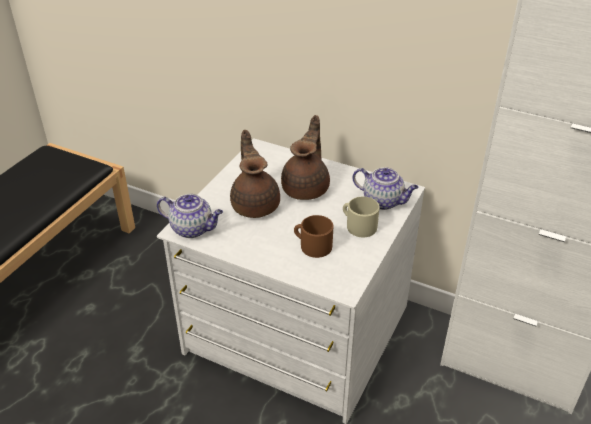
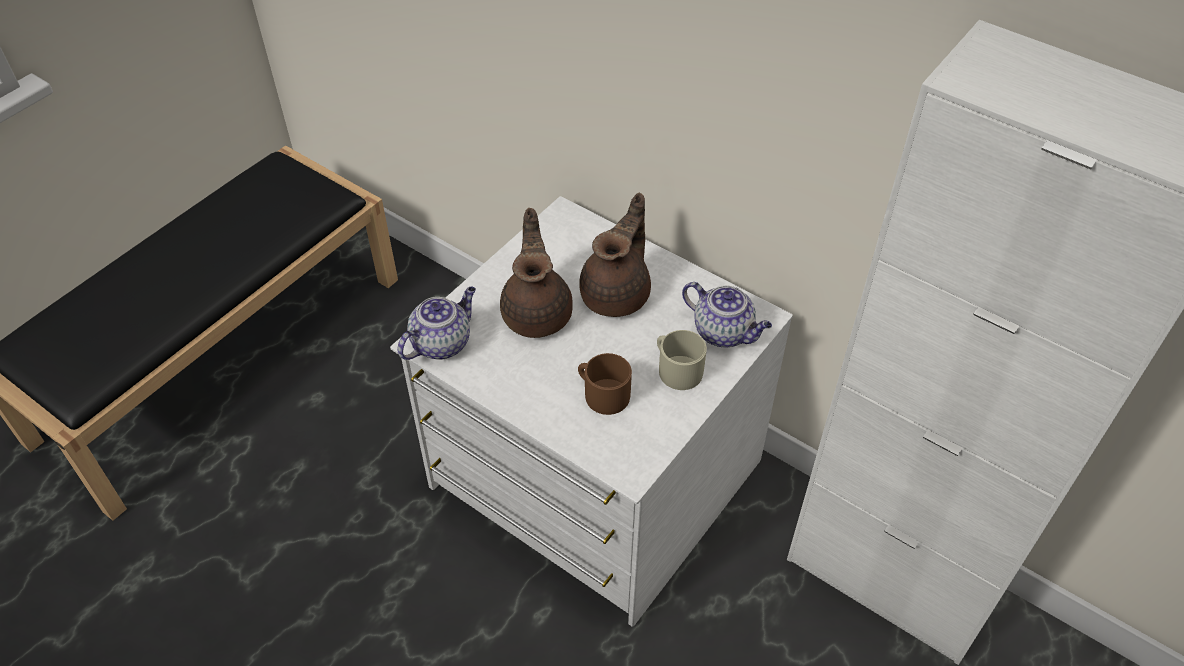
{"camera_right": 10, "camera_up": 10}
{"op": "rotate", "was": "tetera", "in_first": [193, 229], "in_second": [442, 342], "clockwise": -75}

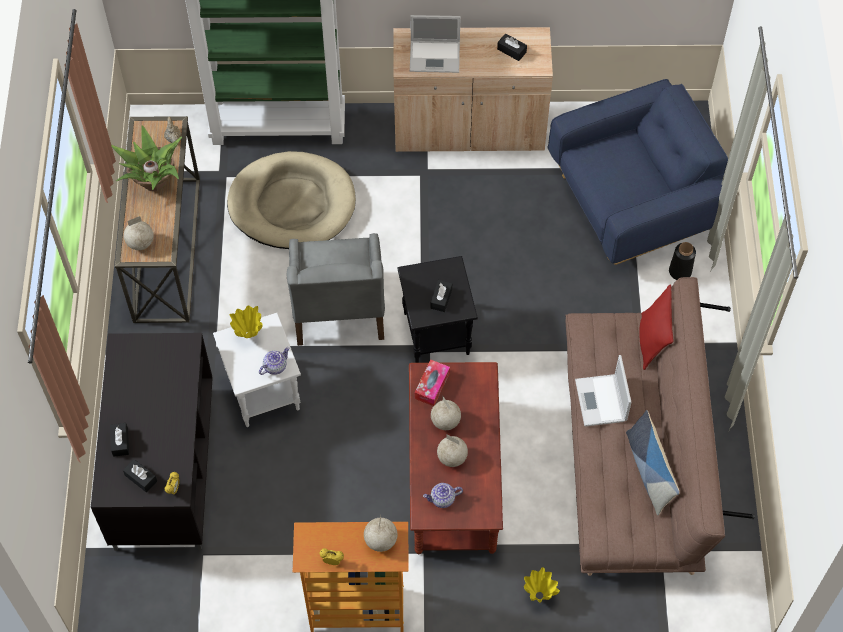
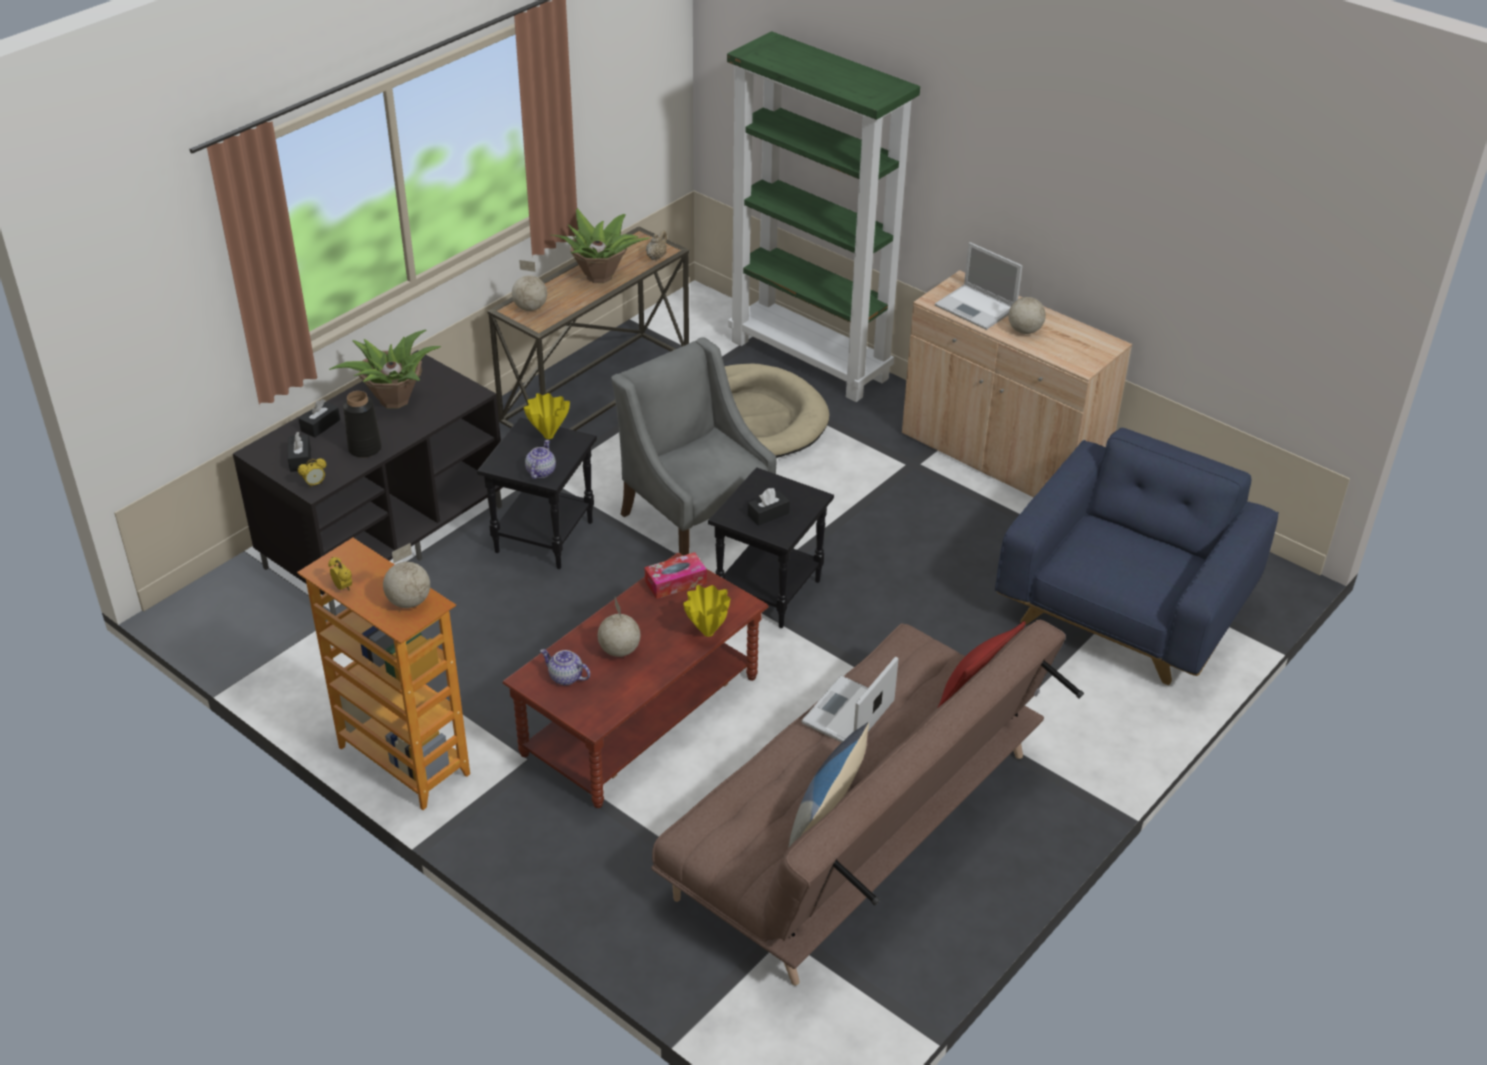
{"camera_right": 40, "camera_up": -20}
{"op": "insert", "now": "planta en maceta", "in_second": [393, 400]}
{"op": "move", "was": "florero [negro]", "in_first": [680, 271], "in_second": [365, 448]}
{"op": "recolor", "was": "mesa auxiliar [blanco]", "now": "mesa auxiliar [negro]", "in_first": [262, 392], "in_second": [543, 536]}
{"op": "rotate", "was": "tetera", "in_first": [275, 366], "in_second": [540, 471], "clockwise": -75}
{"op": "rotate", "was": "sillón [gris]", "in_first": [338, 309], "in_second": [695, 517], "clockwise": 105}
{"op": "move", "was": "florero [amarillo]", "in_first": [538, 595], "in_second": [707, 632]}
{"op": "rotate", "was": "sillón [azul]", "in_first": [634, 200], "in_second": [1125, 609], "clockwise": -75}
{"op": "move", "was": "globo terráqueo", "in_first": [445, 422], "in_second": [1024, 331]}
{"op": "delete", "was": "caja de pañuelos [negro]", "in_first": [511, 51]}

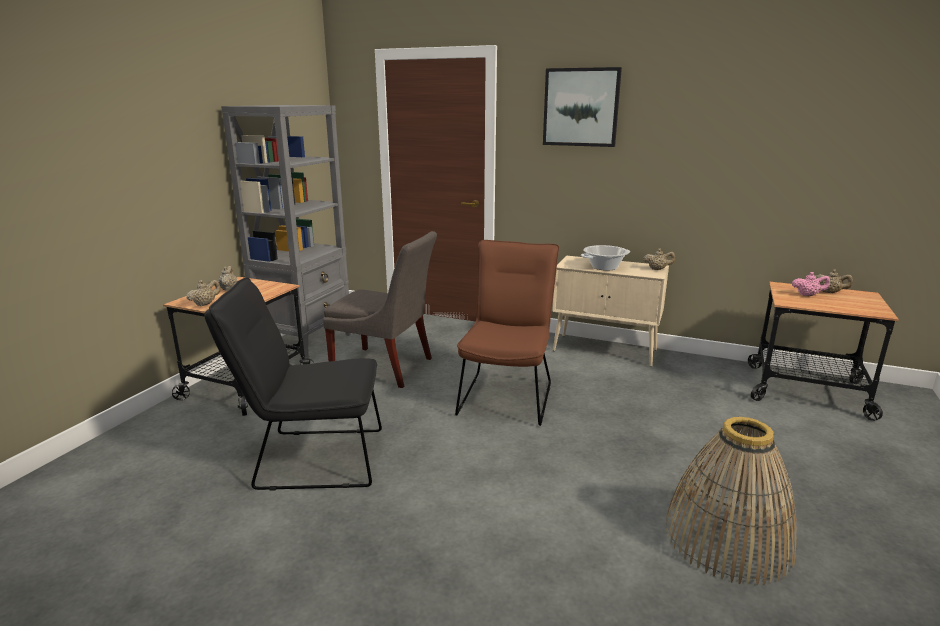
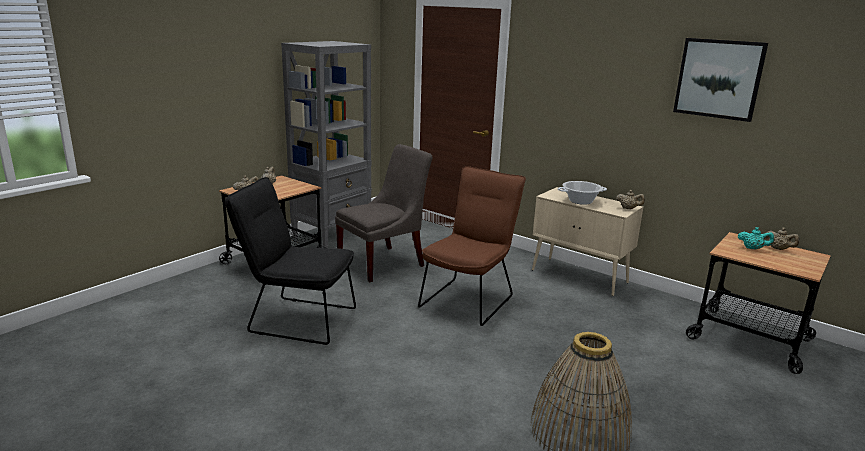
{"camera_right": 15, "camera_up": 0}
{"op": "rotate", "was": "silla [gris]", "in_first": [386, 367], "in_second": [384, 263], "clockwise": -75}
{"op": "move", "was": "cuadro", "in_first": [581, 107], "in_second": [719, 79]}
{"op": "recolor", "was": "tetera [rosa]", "now": "tetera [turquesa]", "in_first": [808, 295], "in_second": [753, 248]}

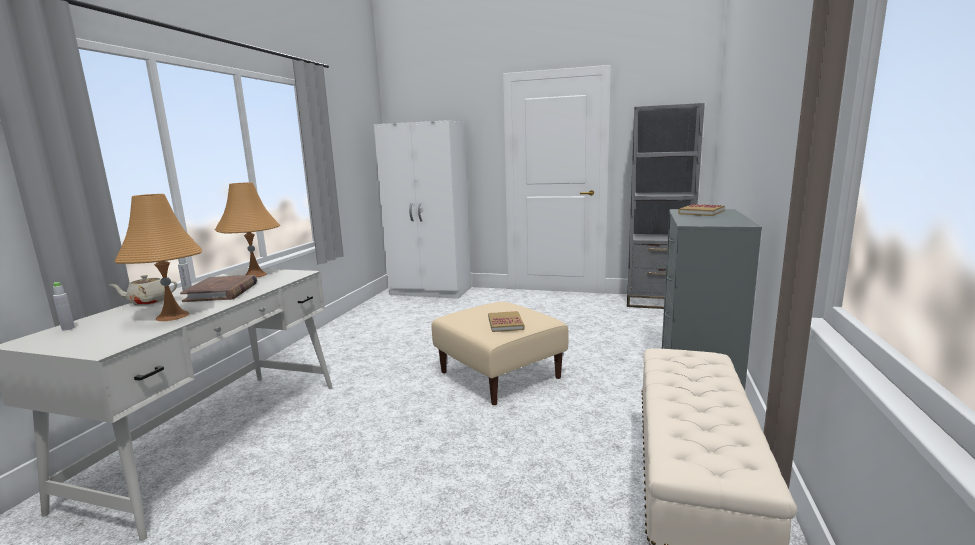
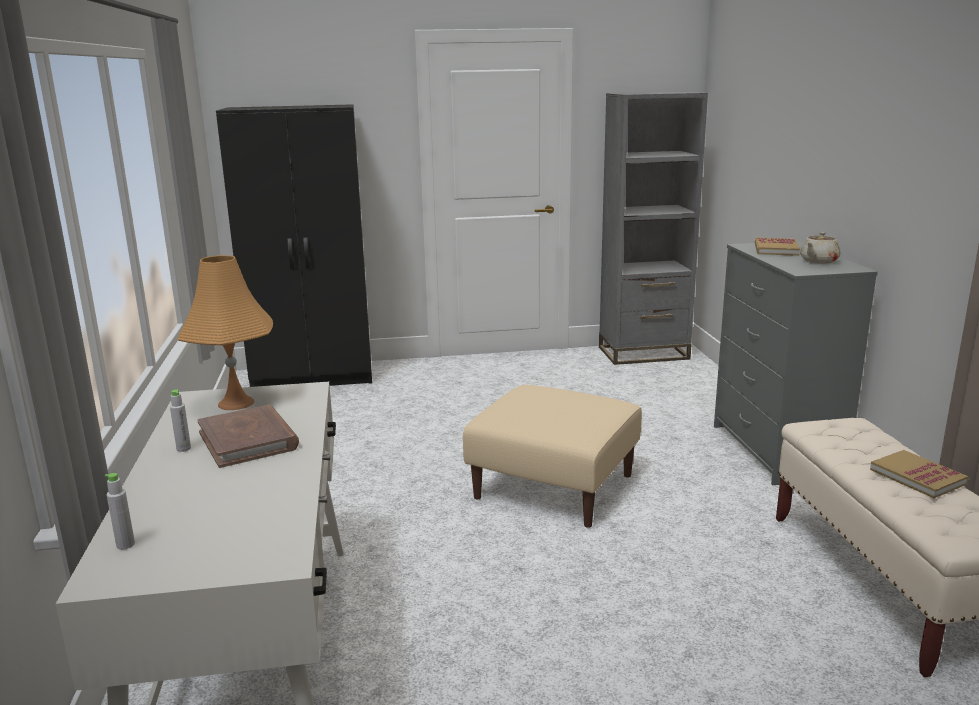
{"camera_right": -25, "camera_up": 5}
{"op": "recolor", "was": "armario ropero [blanco]", "now": "armario ropero [negro]", "in_first": [431, 291], "in_second": [314, 377]}
{"op": "move", "was": "tetera [beis]", "in_first": [148, 302], "in_second": [818, 261]}
{"op": "move", "was": "libro", "in_first": [505, 323], "in_second": [917, 476]}
{"op": "delete", "was": "lámpara de mesa [naranja]", "in_first": [173, 316]}

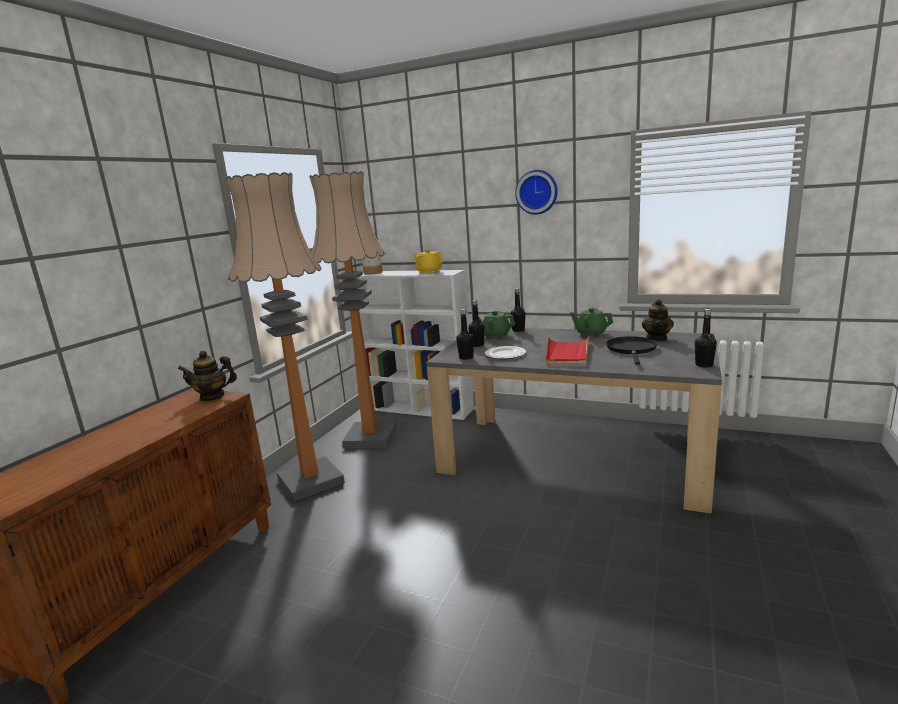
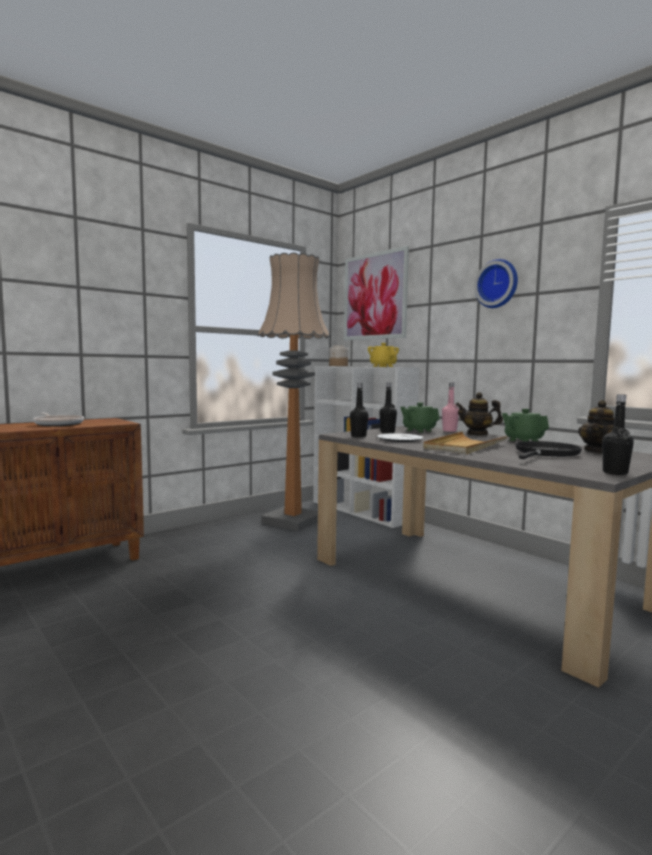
{"camera_right": 25, "camera_up": -10}
{"op": "insert", "now": "sartén", "in_second": [58, 424]}
{"op": "insert", "now": "cuadro", "in_second": [375, 296]}
{"op": "recolor", "was": "bandeja [rojo]", "now": "bandeja [beis]", "in_first": [567, 353], "in_second": [464, 446]}
{"op": "recolor", "was": "botella [negro]", "now": "botella [rosa]", "in_first": [518, 330], "in_second": [449, 431]}
{"op": "move", "was": "tetera", "in_first": [212, 396], "in_second": [477, 434]}
{"op": "delete", "was": "lámpara de pie", "in_first": [311, 481]}

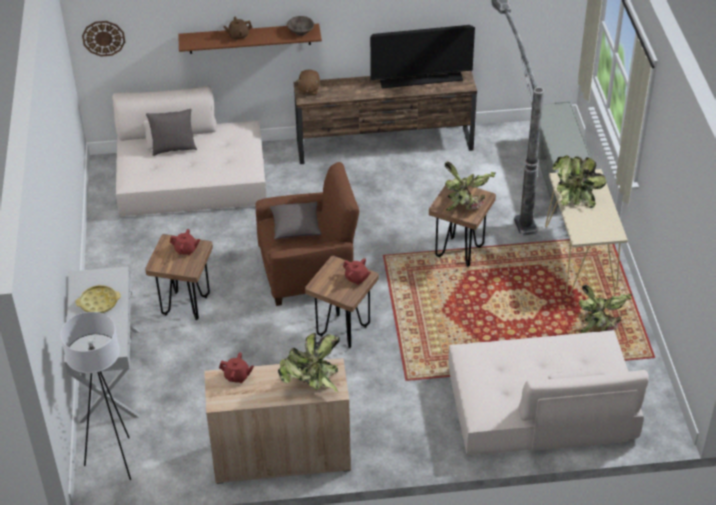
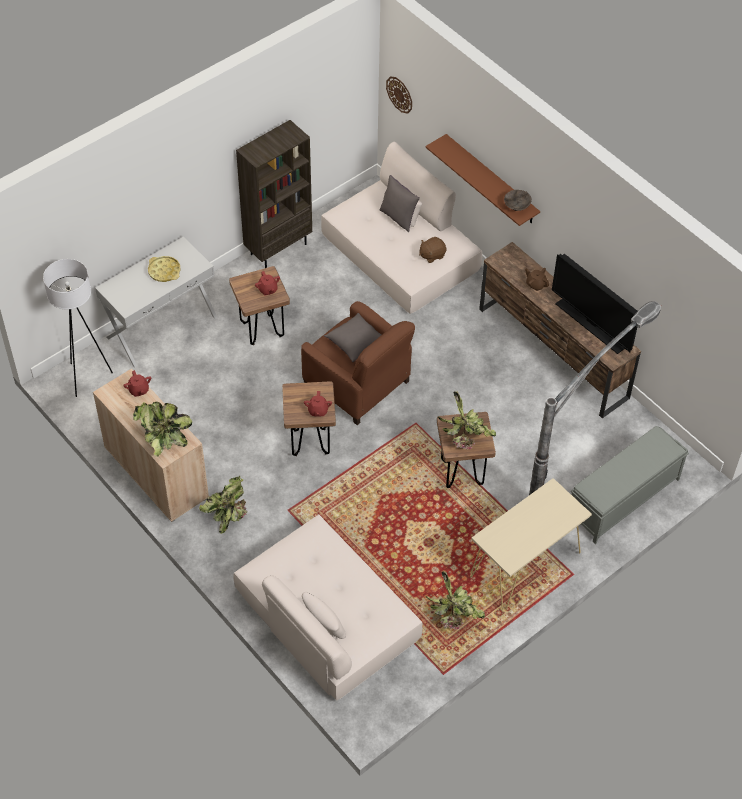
{"camera_right": 55, "camera_up": 10}
{"op": "move", "was": "planta en maceta", "in_first": [573, 196], "in_second": [227, 513]}
{"op": "insert", "now": "estantería [marrón]", "in_second": [278, 248]}
{"op": "move", "was": "peluche [marrón]", "in_first": [308, 90], "in_second": [432, 255]}
{"op": "move", "was": "tetera [marrón]", "in_first": [238, 36], "in_second": [536, 284]}

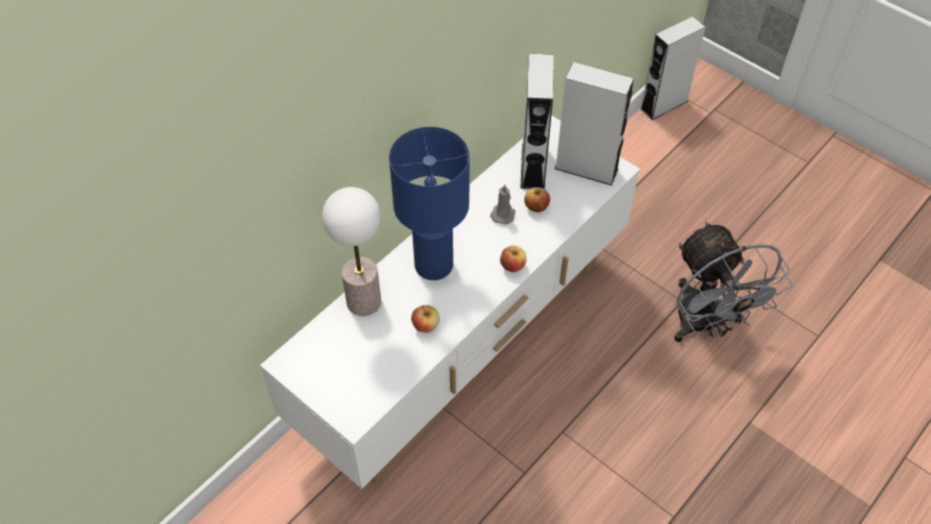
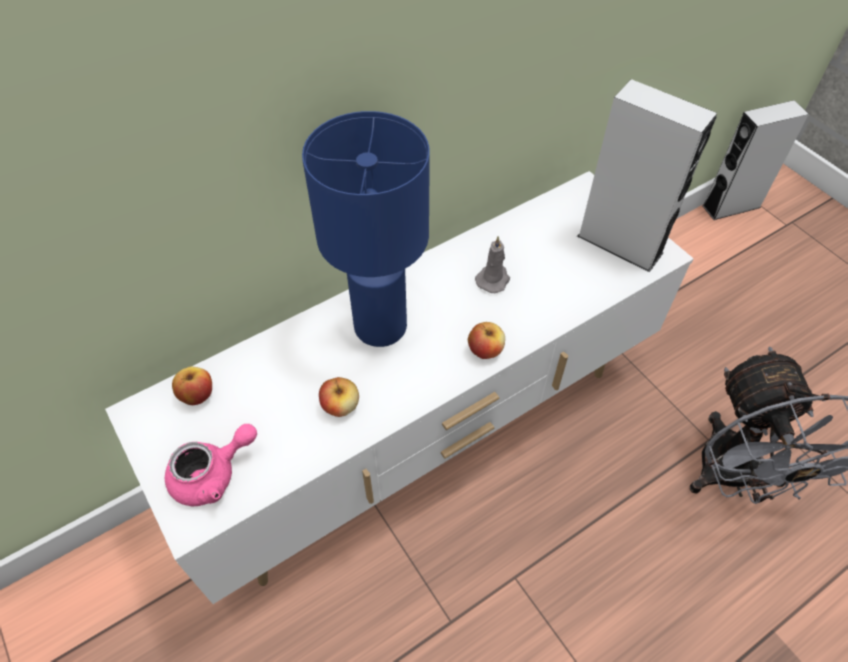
{"camera_right": 15, "camera_up": 0}
{"op": "insert", "now": "tetera [rosa]", "in_second": [213, 475]}
{"op": "move", "was": "manzana", "in_first": [536, 207], "in_second": [197, 395]}
{"op": "delete", "was": "lámpara de mesa", "in_first": [364, 302]}
{"op": "delete", "was": "altavoz [gris]", "in_first": [533, 166]}

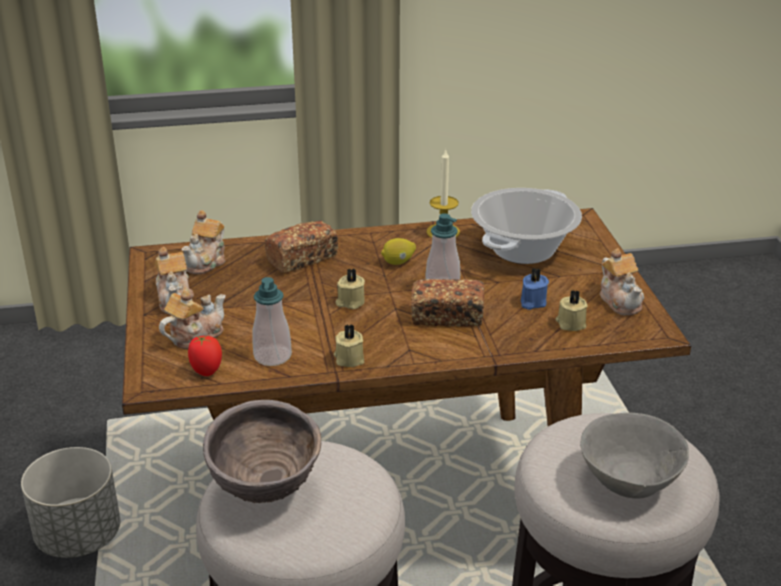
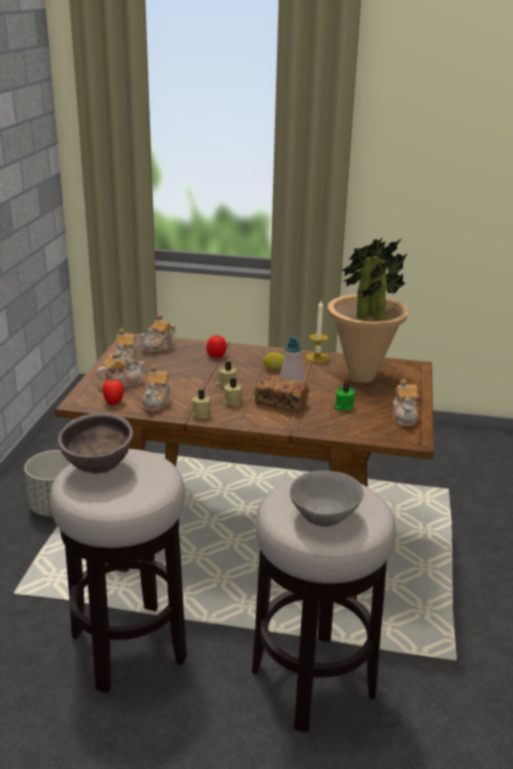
{"camera_right": 20, "camera_up": -5}
{"op": "replace", "was": "dispensador de jabón", "now": "tetera", "in_first": [272, 356], "in_second": [157, 403]}
{"op": "replace", "was": "pan", "now": "tomate", "in_first": [302, 258], "in_second": [216, 356]}
{"op": "move", "was": "vela [beis]", "in_first": [570, 323], "in_second": [232, 401]}
{"op": "replace", "was": "olla", "now": "planta en maceta", "in_first": [522, 250], "in_second": [362, 376]}
{"op": "recolor", "was": "vela [azul]", "now": "vela [verde]", "in_first": [532, 302], "in_second": [343, 406]}

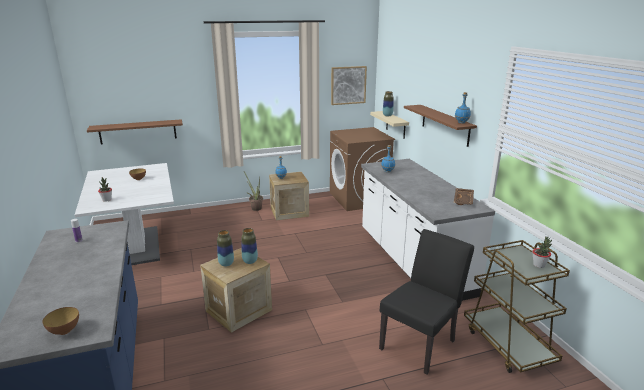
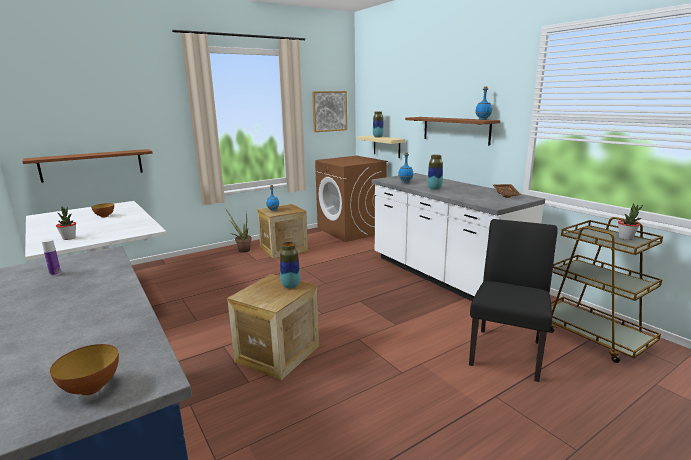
{"camera_right": -15, "camera_up": -5}
{"op": "move", "was": "florero", "in_first": [226, 264], "in_second": [434, 189]}

